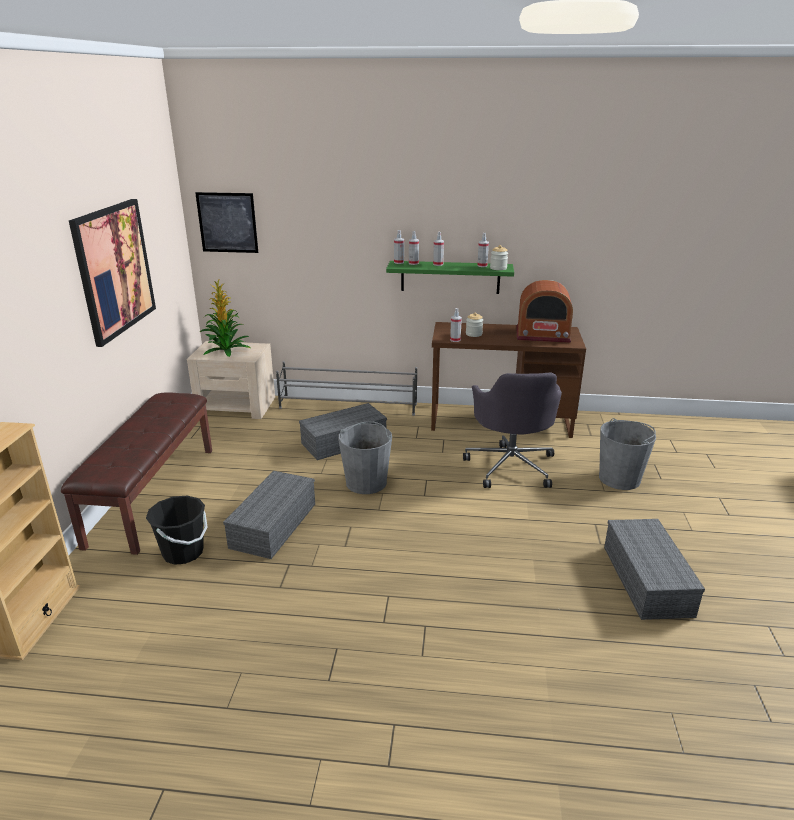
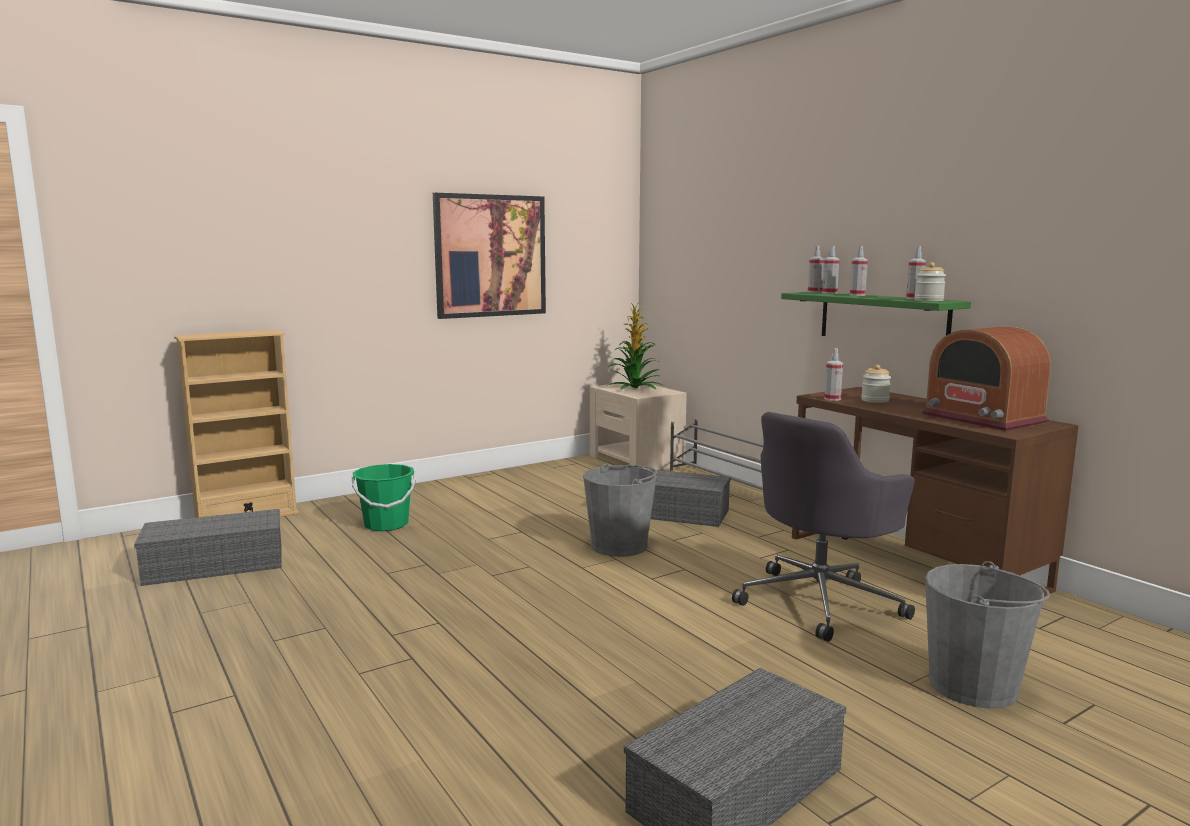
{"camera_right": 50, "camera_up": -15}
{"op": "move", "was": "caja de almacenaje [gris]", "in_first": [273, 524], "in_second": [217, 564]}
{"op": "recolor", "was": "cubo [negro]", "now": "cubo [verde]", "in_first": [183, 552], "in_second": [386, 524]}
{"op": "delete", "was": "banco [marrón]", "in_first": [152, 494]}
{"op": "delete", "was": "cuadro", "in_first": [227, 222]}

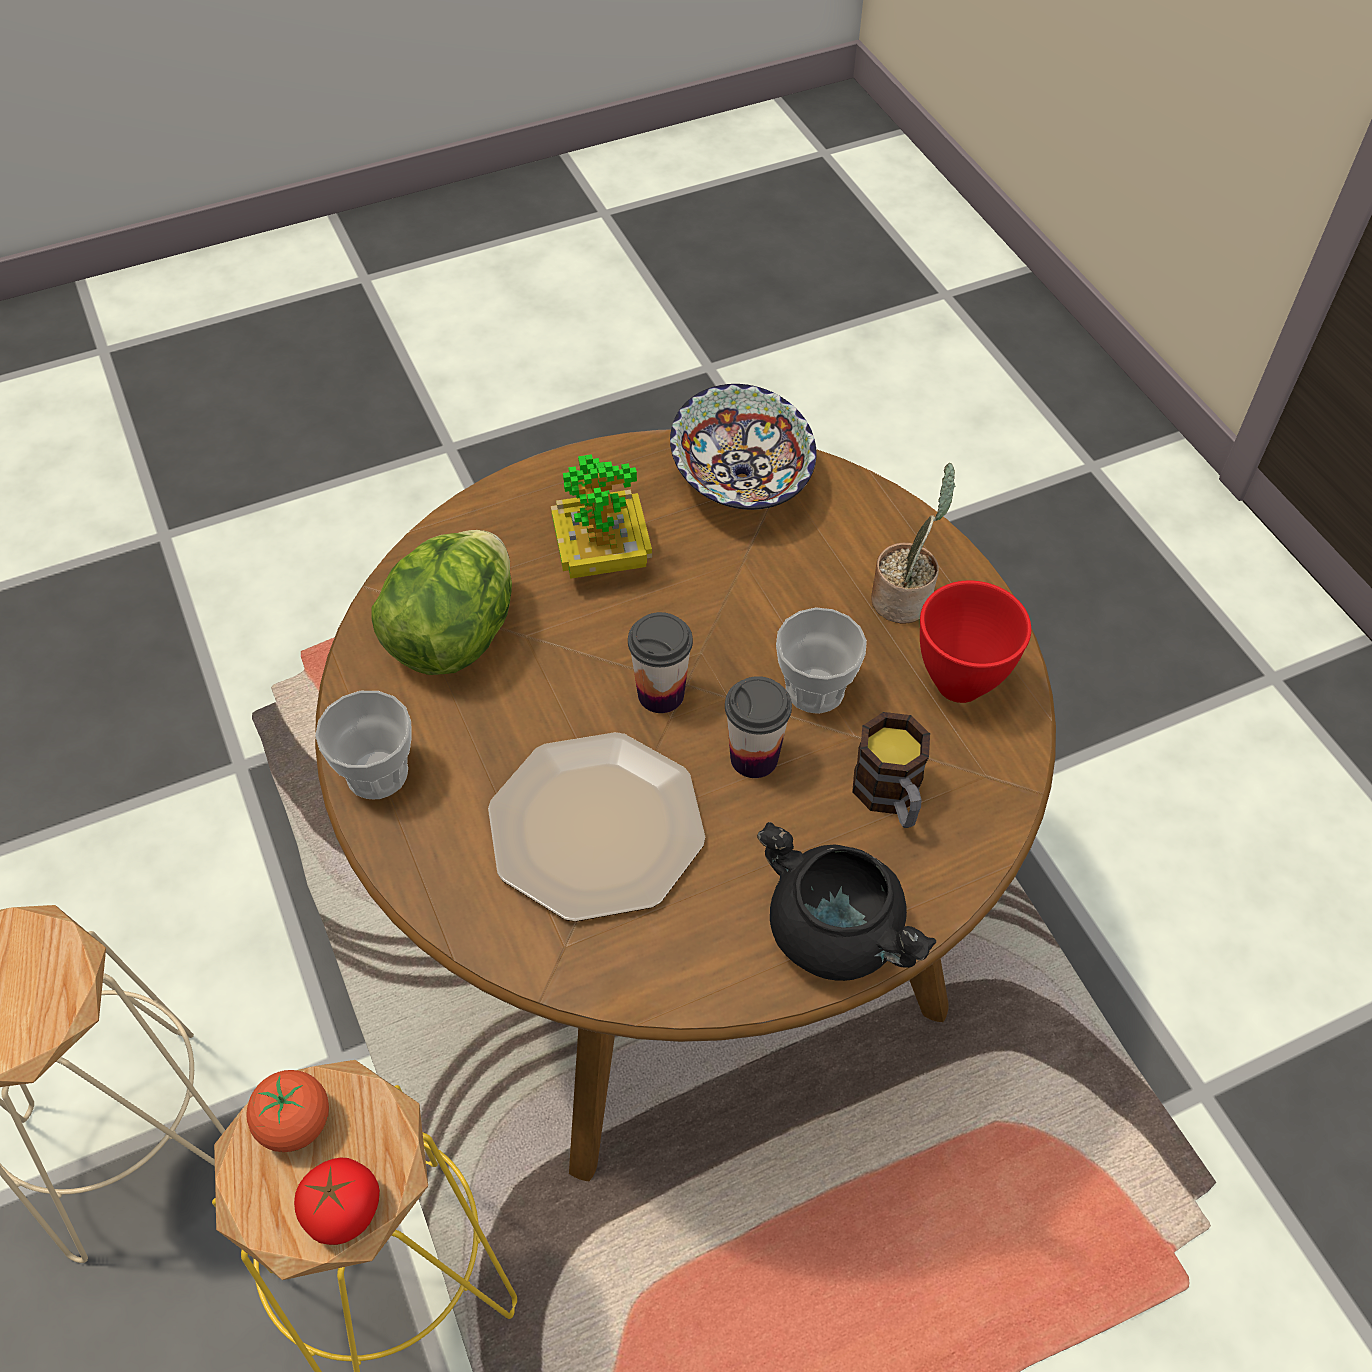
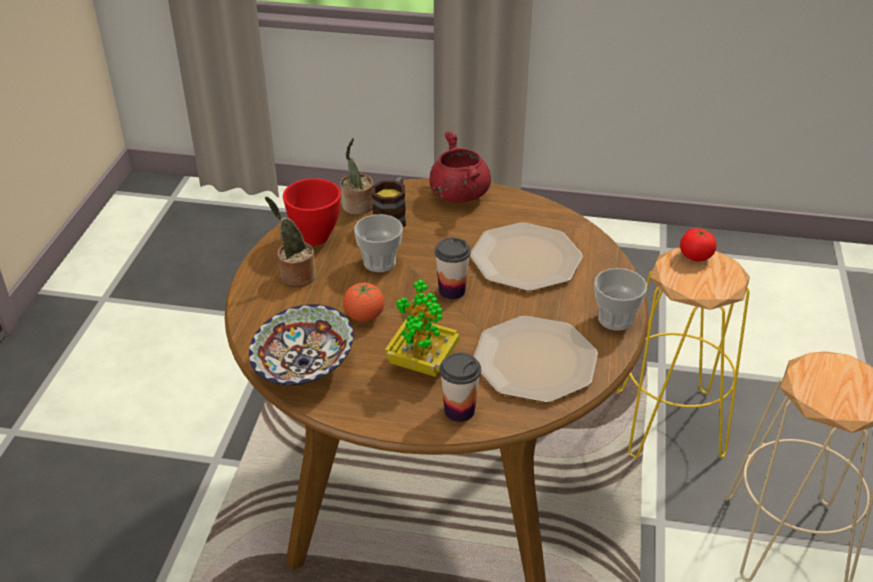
{"camera_right": -145, "camera_up": -15}
{"op": "insert", "now": "planta en maceta", "in_second": [357, 207]}
{"op": "move", "was": "tomate", "in_first": [295, 1123], "in_second": [364, 316]}
{"op": "recolor", "was": "olla [negro]", "now": "olla [rojo]", "in_first": [838, 932], "in_second": [458, 194]}
{"op": "move", "was": "taza", "in_first": [754, 758], "in_second": [459, 410]}
{"op": "replace", "was": "lechuga", "now": "plato", "in_first": [454, 636], "in_second": [536, 361]}

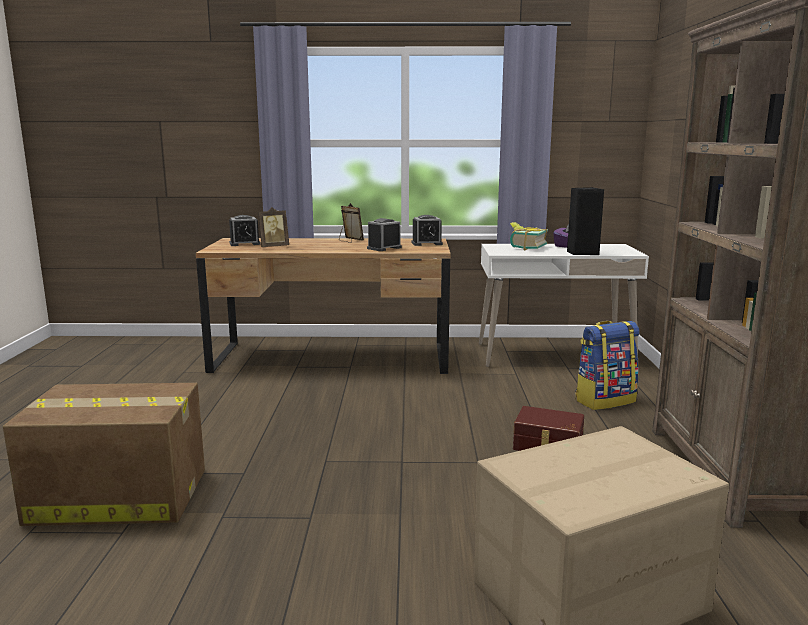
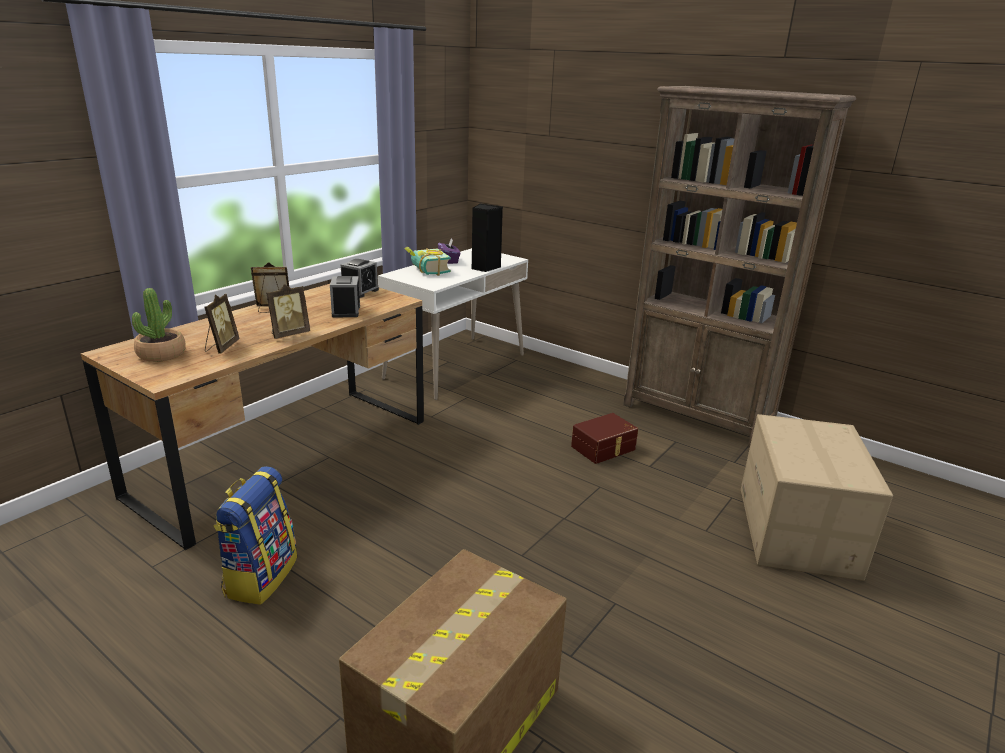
{"camera_right": -55, "camera_up": 10}
{"op": "replace", "was": "despertador", "now": "planta en maceta", "in_first": [244, 244], "in_second": [161, 354]}
{"op": "move", "was": "mochila", "in_first": [604, 400], "in_second": [260, 576]}
{"op": "insert", "now": "portarretratos", "in_second": [289, 334]}

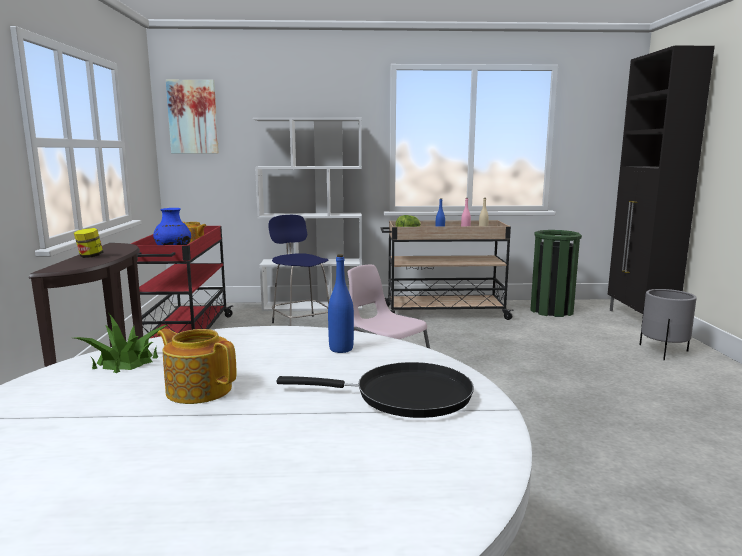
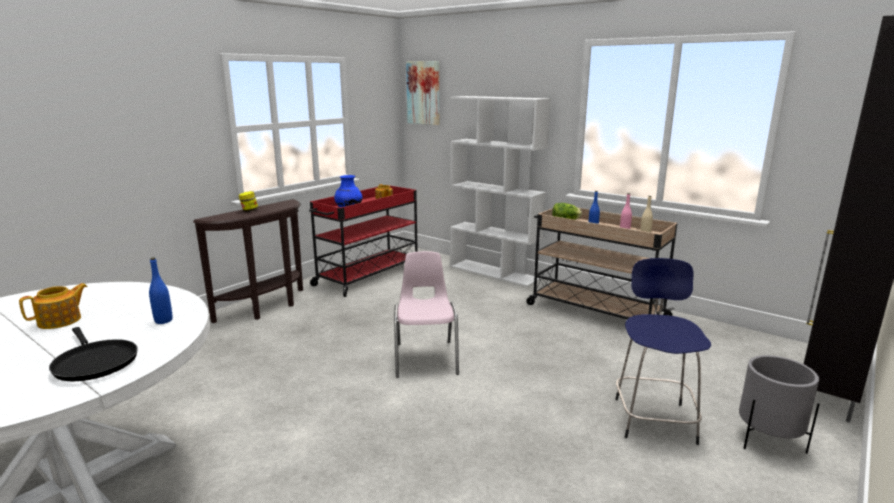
{"camera_right": 40, "camera_up": 5}
{"op": "rotate", "was": "tetera", "in_first": [198, 389], "in_second": [61, 321], "clockwise": 60}
{"op": "move", "was": "taburete [azul]", "in_first": [301, 324], "in_second": [653, 418]}
{"op": "delete", "was": "planta en maceta", "in_first": [125, 361]}
{"op": "delete", "was": "papelera [verde]", "in_first": [551, 311]}

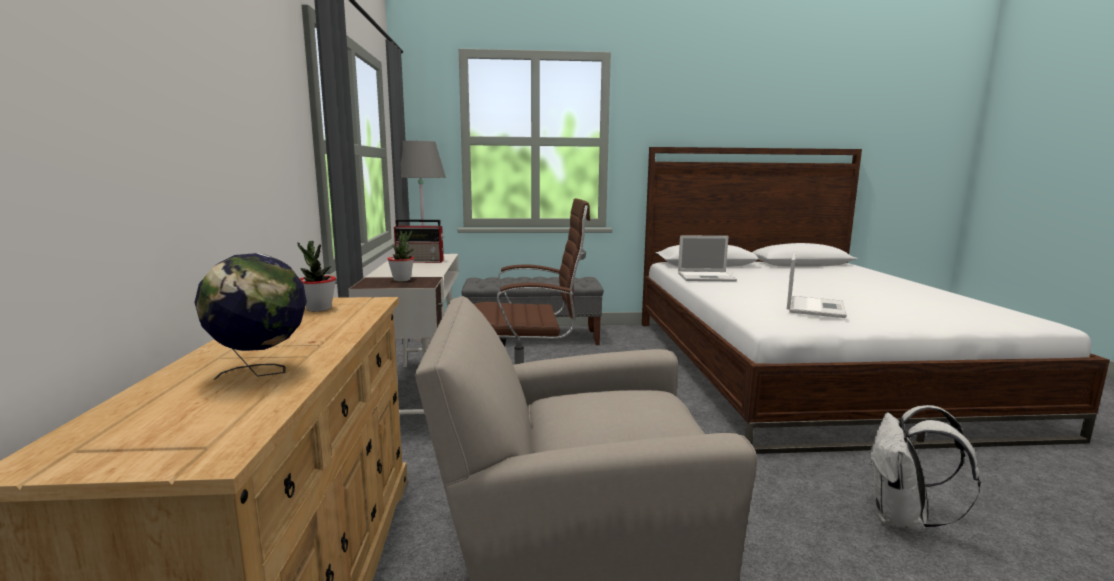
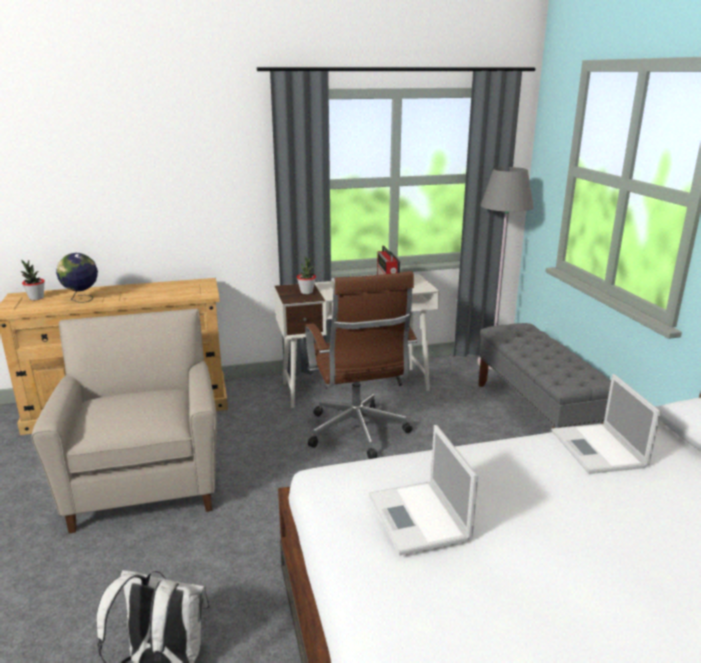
{"camera_right": 80, "camera_up": 10}
{"op": "move", "was": "planta en maceta", "in_first": [319, 309], "in_second": [36, 298]}
{"op": "rotate", "was": "portátil", "in_first": [814, 307], "in_second": [419, 518], "clockwise": 60}

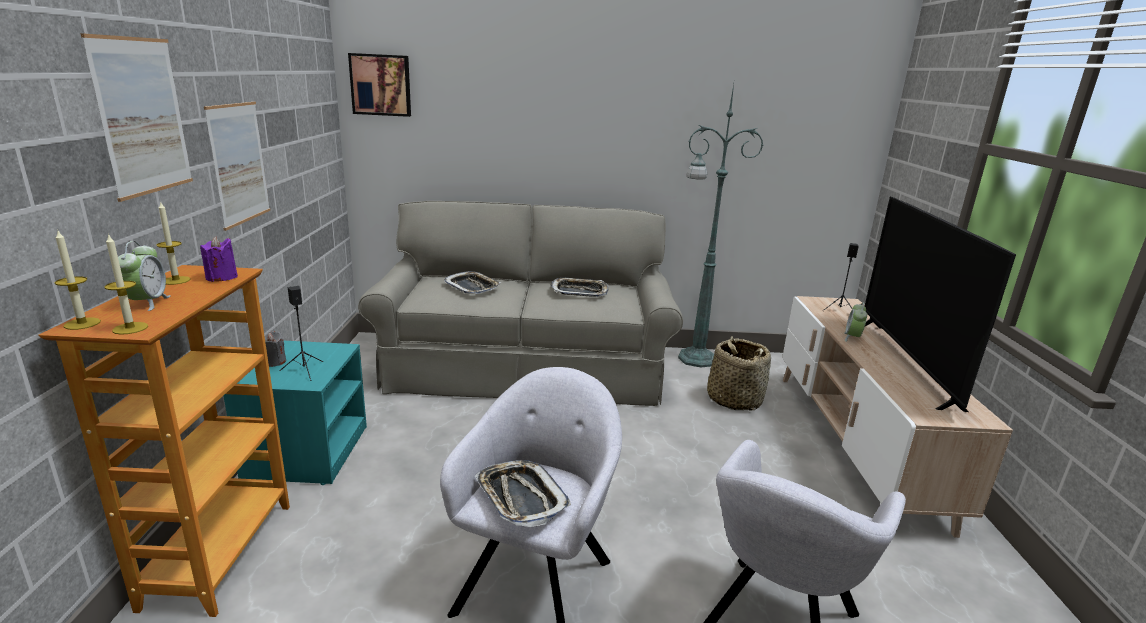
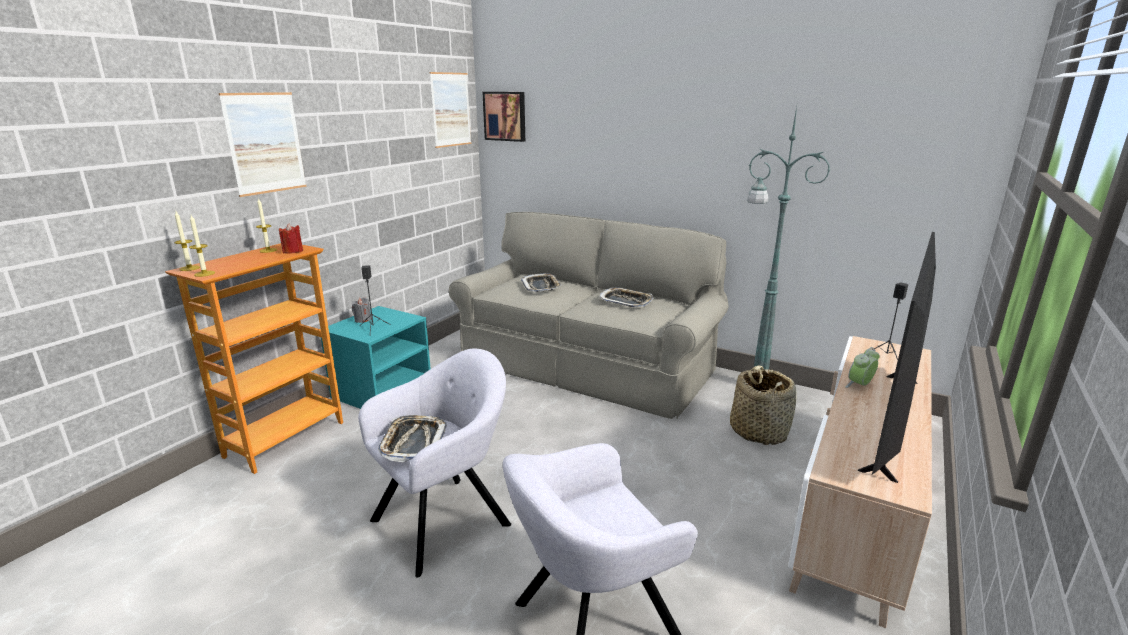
{"camera_right": 30, "camera_up": 0}
{"op": "recolor", "was": "vela [morado]", "now": "vela [rojo]", "in_first": [221, 277], "in_second": [293, 251]}
{"op": "move", "was": "cuadro", "in_first": [239, 163], "in_second": [451, 109]}
{"op": "delete", "was": "despertador", "in_first": [147, 303]}

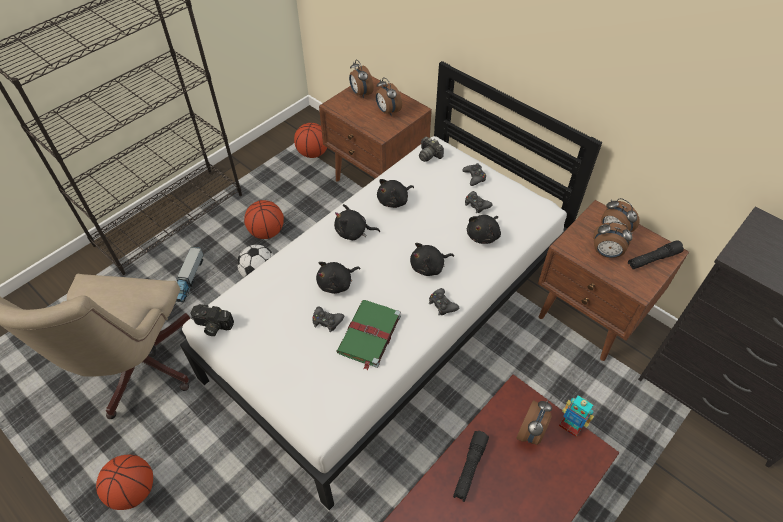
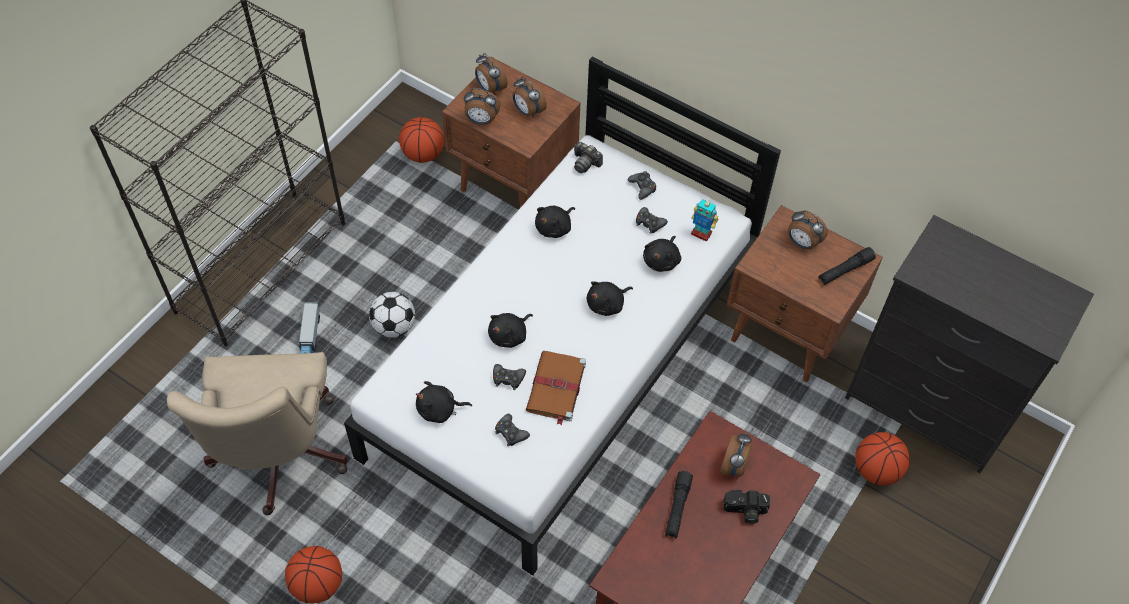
{"camera_right": -10, "camera_up": 5}
{"op": "move", "was": "peluche [negro]", "in_first": [353, 232], "in_second": [439, 410]}
{"op": "move", "was": "despertador", "in_first": [606, 253], "in_second": [481, 120]}
{"op": "move", "was": "mando de consola [negro]", "in_first": [442, 305], "in_second": [510, 433]}
{"op": "recolor", "was": "libro [verde]", "now": "libro [marrón]", "in_first": [369, 335], "in_second": [556, 388]}
{"op": "move", "was": "robot de juguete", "in_first": [570, 426], "in_second": [701, 233]}
{"op": "move", "was": "cámara", "in_first": [212, 326], "in_second": [745, 511]}
{"op": "move", "was": "balón de baloncesto", "in_first": [267, 232], "in_second": [876, 470]}

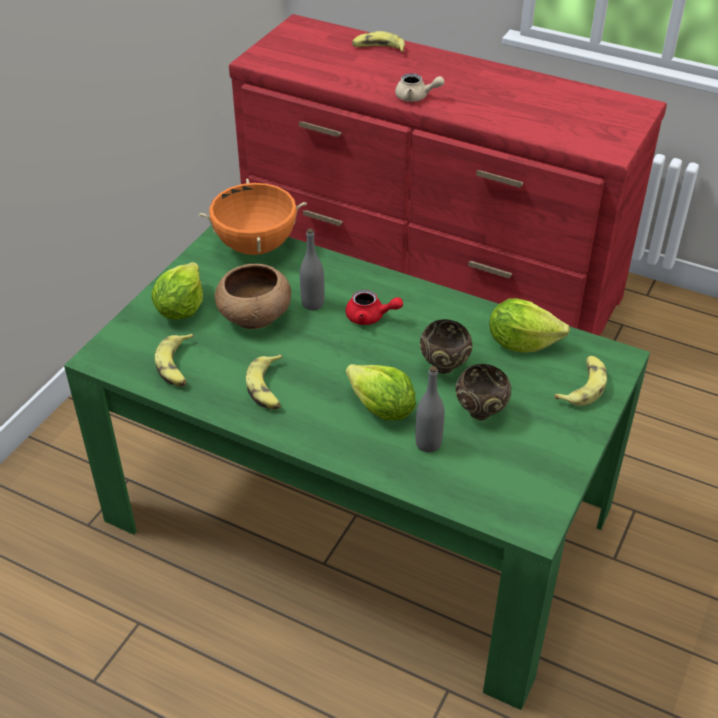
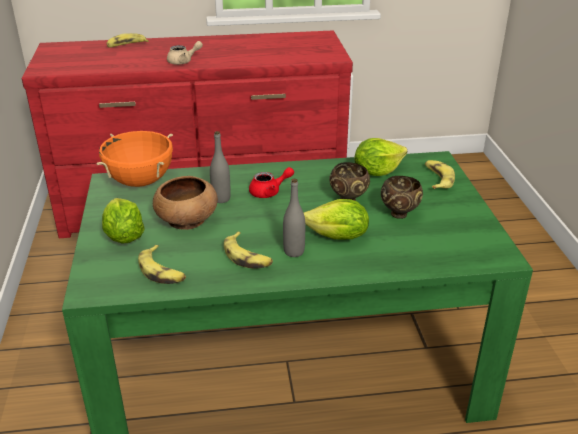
{"camera_right": -35, "camera_up": -10}
{"op": "move", "was": "botella [gris]", "in_first": [428, 443], "in_second": [294, 251]}

